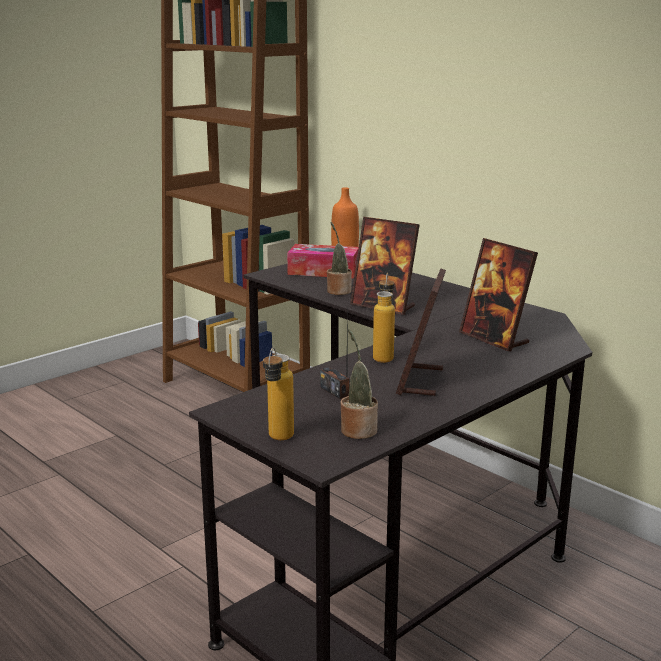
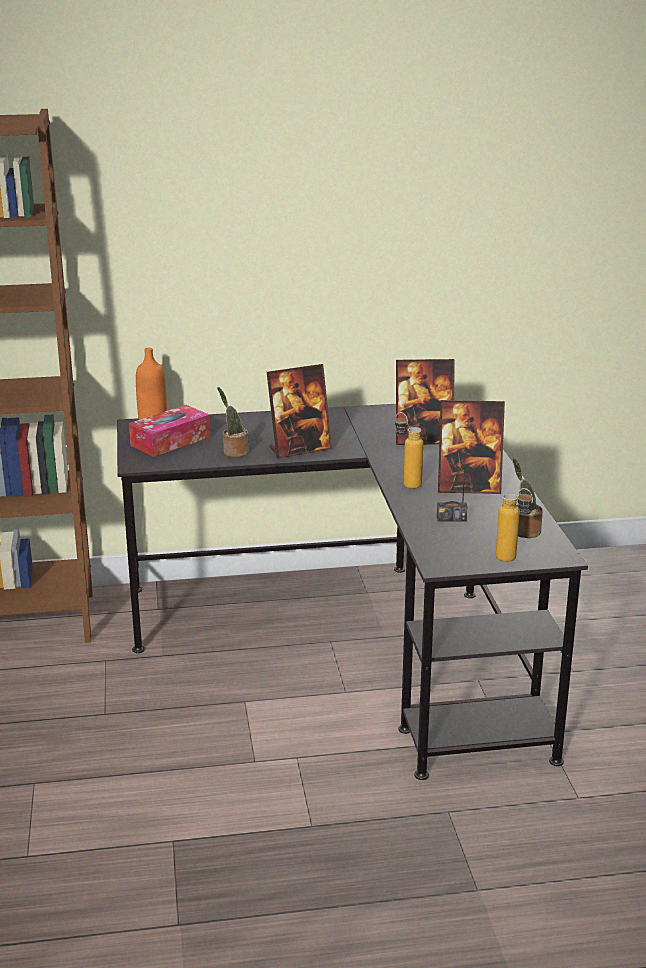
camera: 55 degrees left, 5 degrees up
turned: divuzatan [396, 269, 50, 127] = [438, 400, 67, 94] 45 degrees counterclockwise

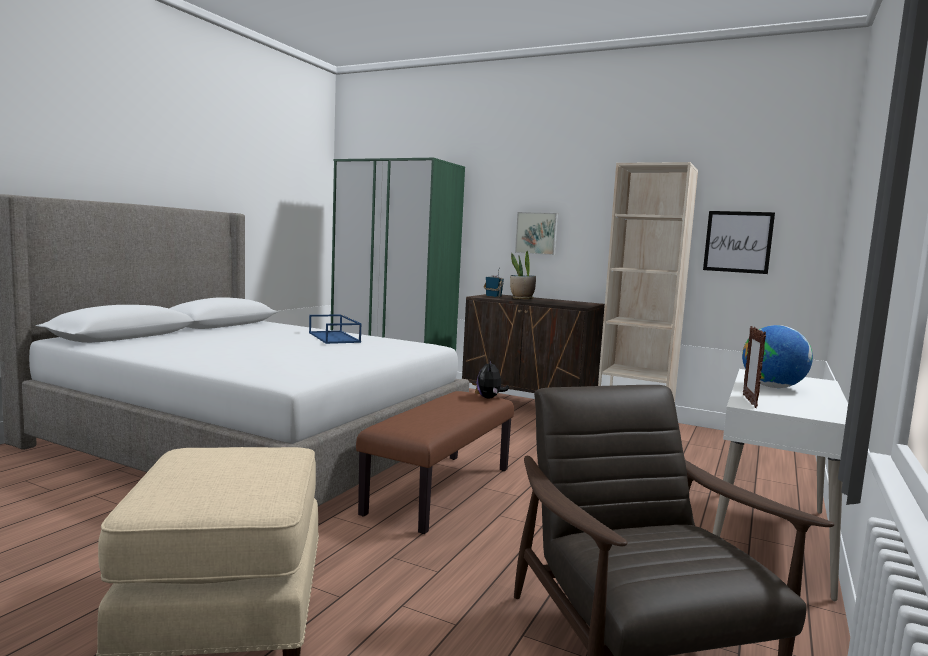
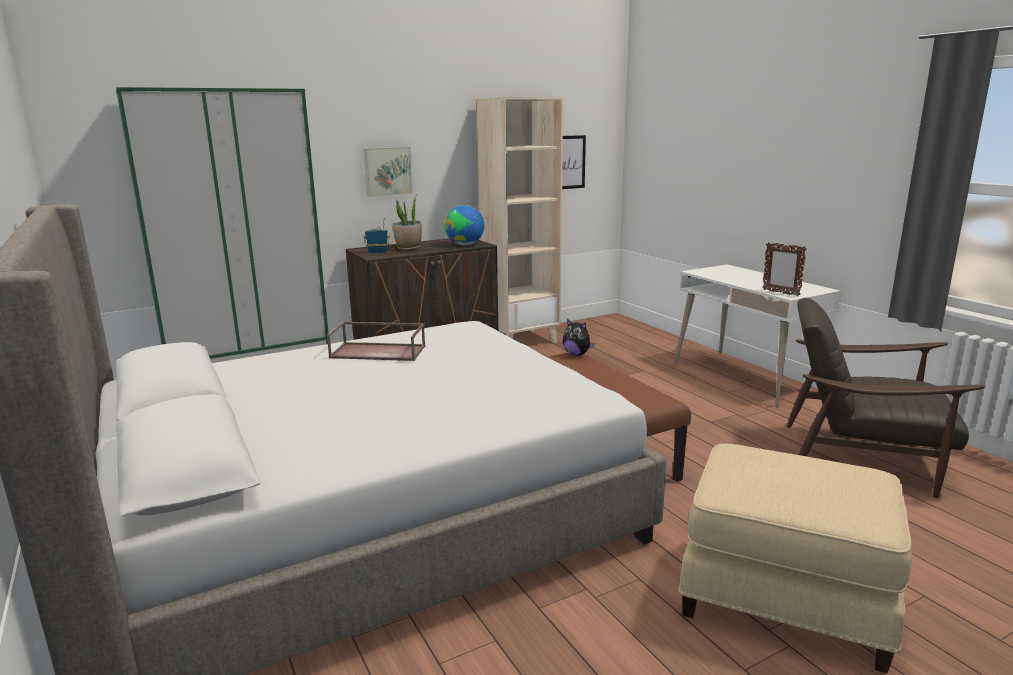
camera: 55 degrees left, 10 degrees up
moved: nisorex [742, 325, 71, 63] to [444, 205, 40, 41]
recoloured: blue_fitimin [309, 314, 53, 30] to brown_fitimin [327, 322, 99, 39]

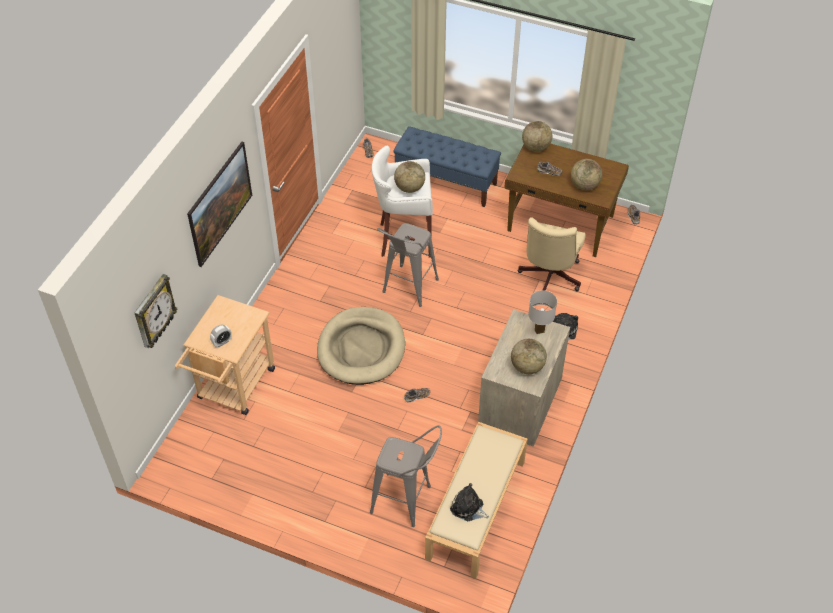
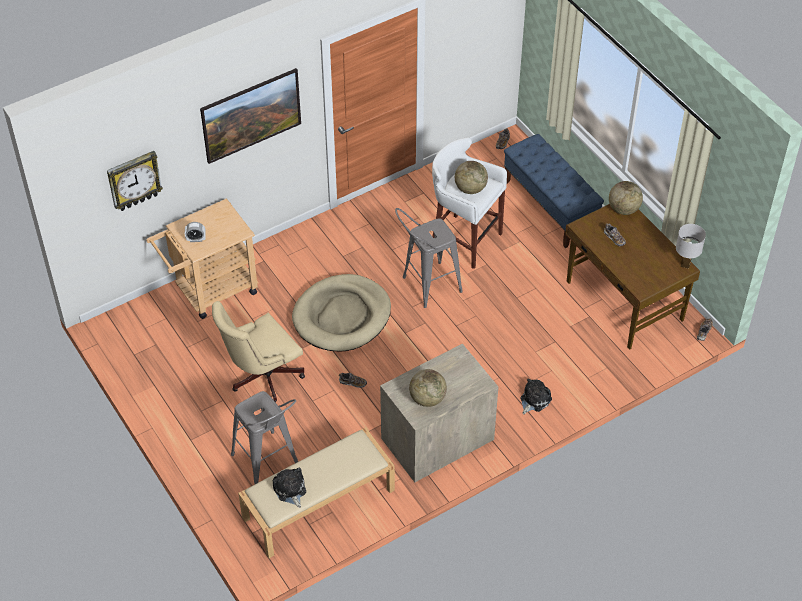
camera: 35 degrees right, 0 degrees up
removed: nisorex [571, 159, 31, 31]
moved: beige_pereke [518, 217, 68, 74] to [212, 301, 93, 102]; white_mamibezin [528, 290, 29, 44] to [676, 224, 30, 45]

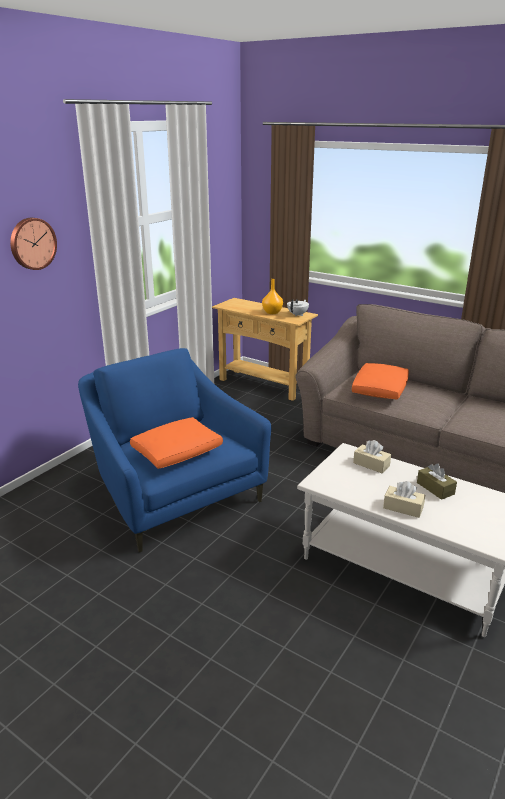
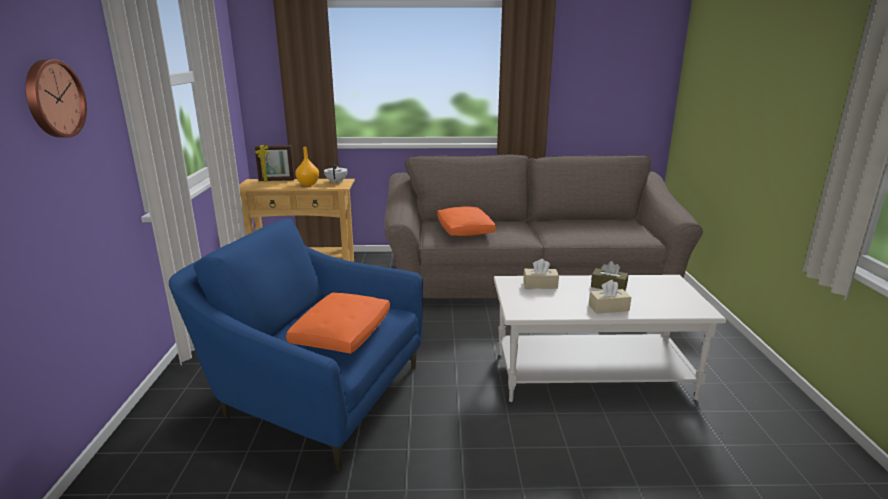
camera: 35 degrees left, 5 degrees down
added: divuzatan [255, 145, 40, 37]

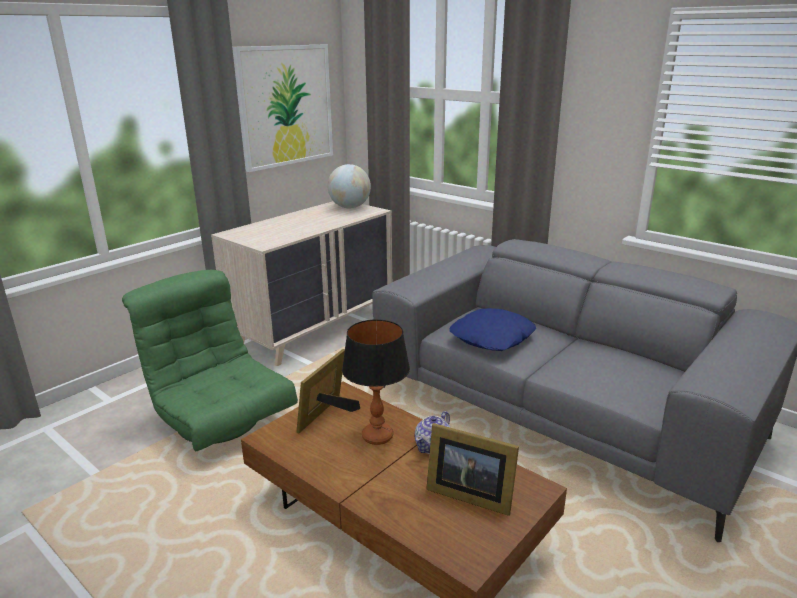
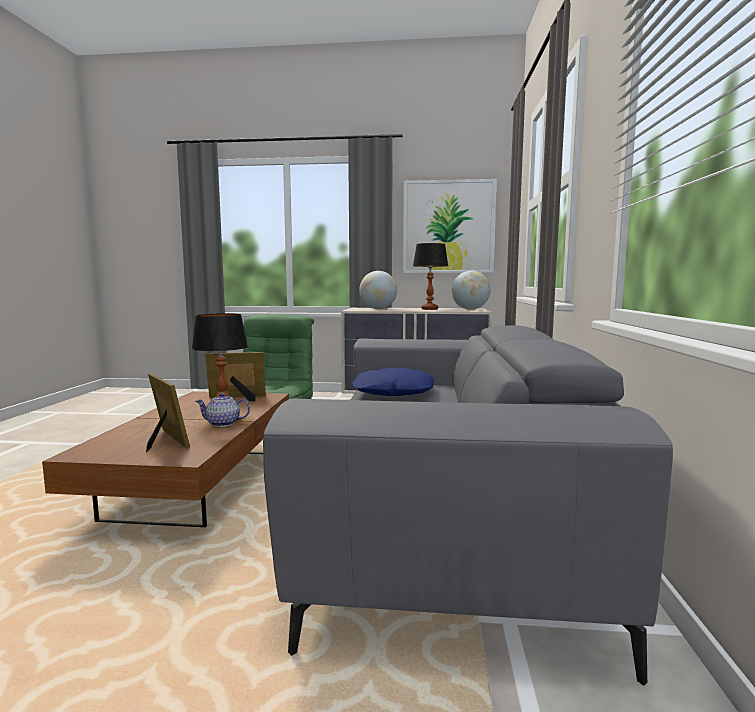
camera: 55 degrees right, 15 degrees down
added: nisorex [359, 271, 38, 38]; mamibezin [413, 243, 35, 67]
turned: divuzatan [426, 423, 93, 93] = [146, 373, 44, 79] 150 degrees clockwise

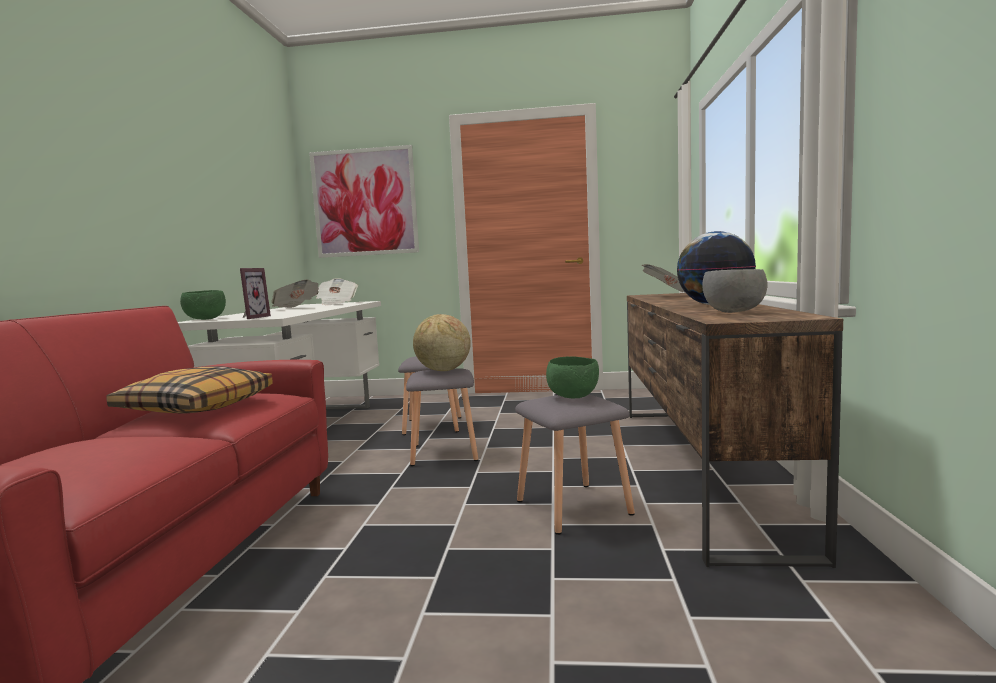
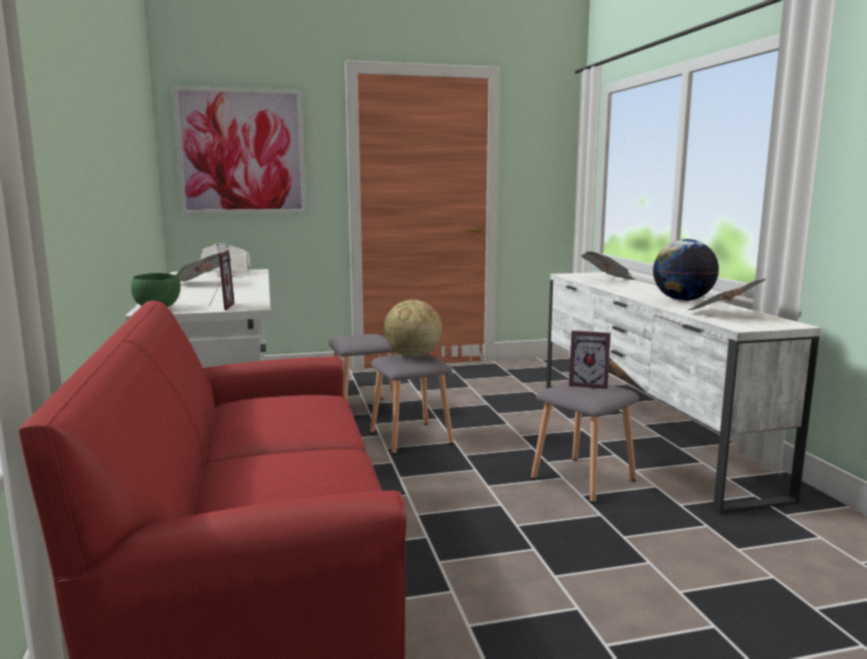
camera: 20 degrees left, 5 degrees up
removed: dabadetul [106, 366, 166, 48]
replaced: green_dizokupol [546, 356, 53, 43] to divuzatan [569, 331, 42, 58]; grey_dizokupol [702, 269, 66, 44] to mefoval [688, 277, 78, 33]
recoloured: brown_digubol [627, 293, 216, 275] to white_digubol [546, 272, 275, 242]

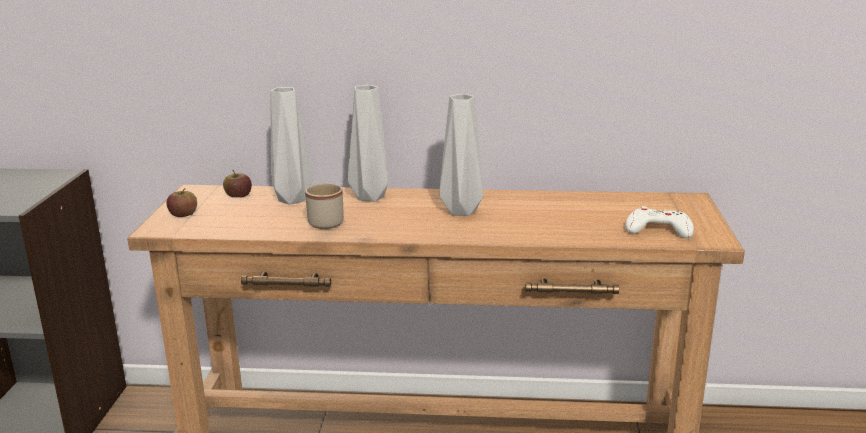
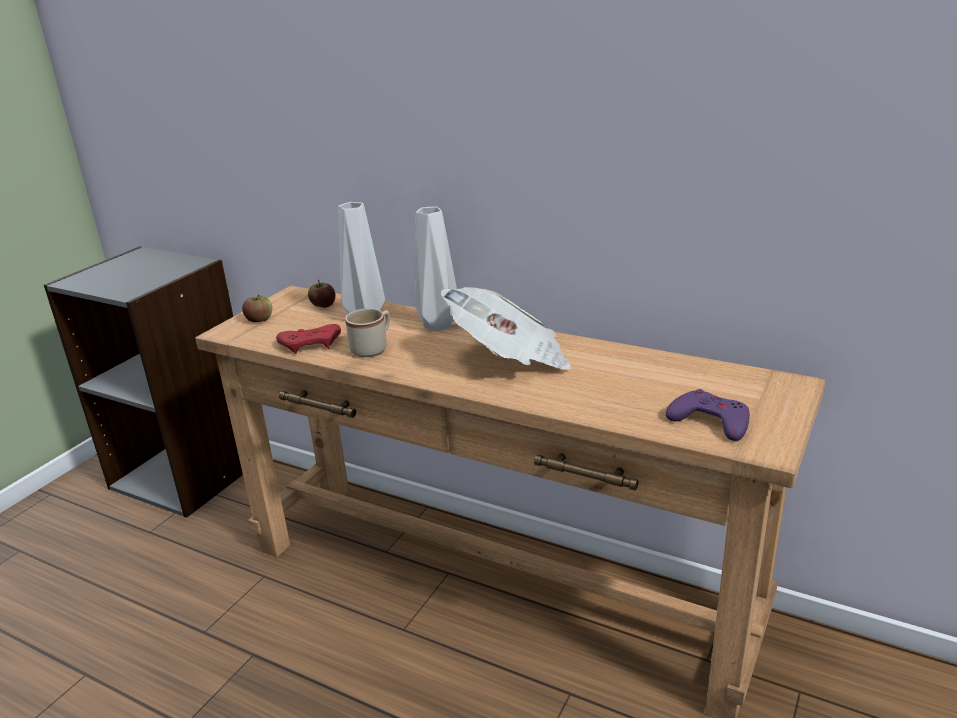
camera: 25 degrees right, 5 degrees up
added: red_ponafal [276, 324, 65, 30]
replaced: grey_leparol [439, 94, 44, 122] to mefoval [441, 287, 131, 83]
recoloured: white_ponafal [625, 206, 69, 32] to purple_ponafal [666, 389, 84, 52]

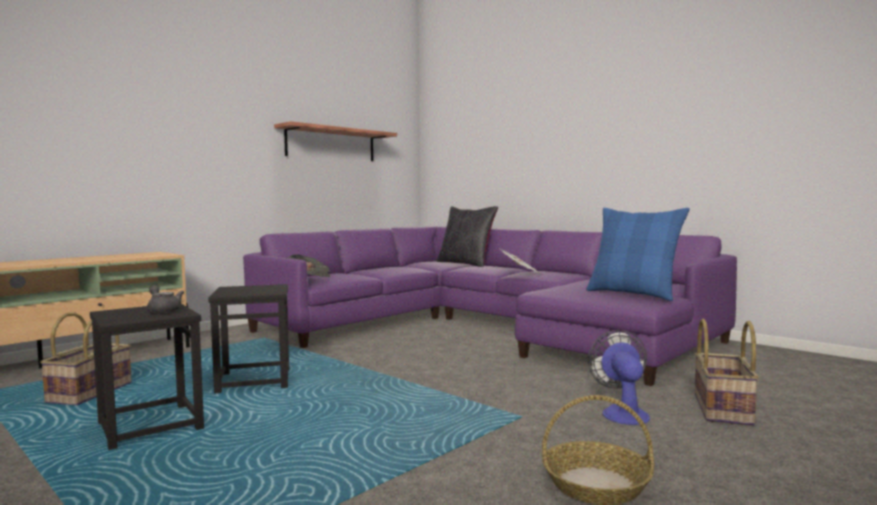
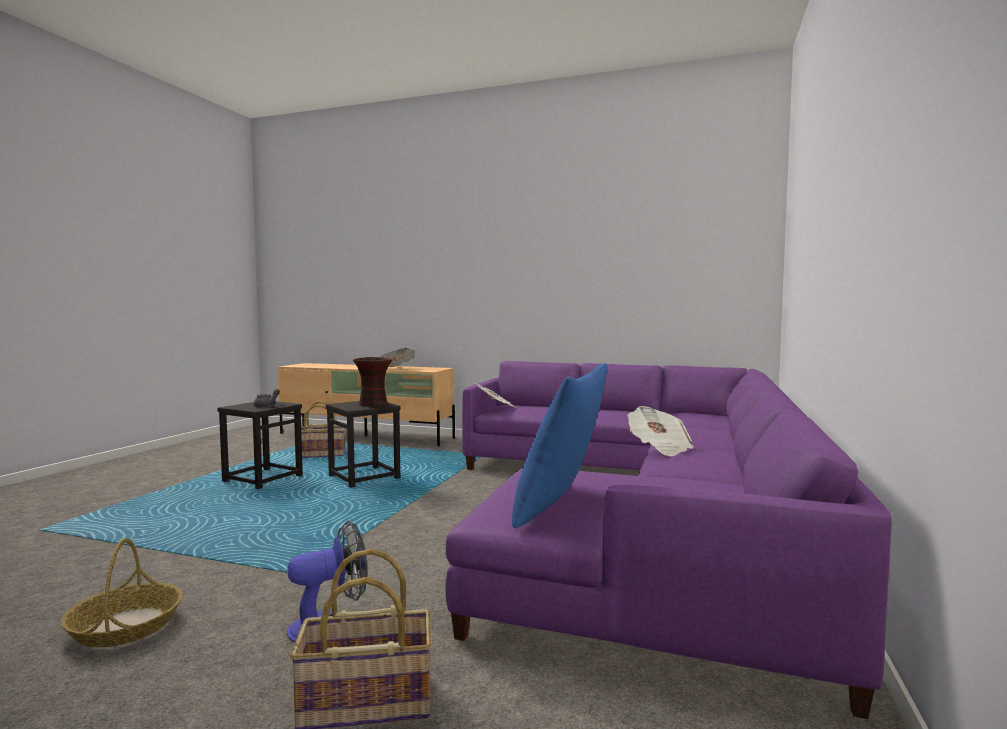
camera: 65 degrees right, 0 degrees up
removed: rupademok [274, 121, 123, 40]; black_dabadetul [437, 206, 61, 61]
added: leparol [353, 357, 40, 50]; mefoval [381, 348, 34, 19]

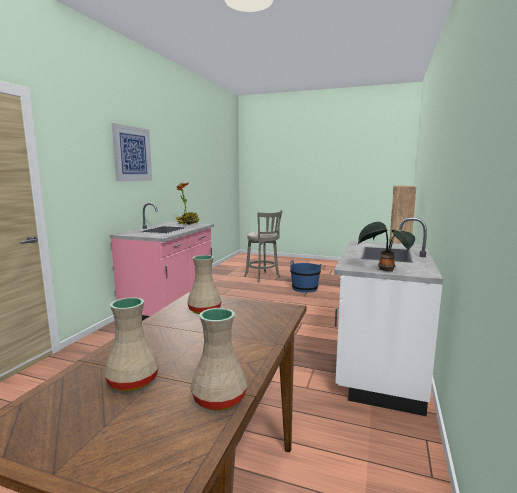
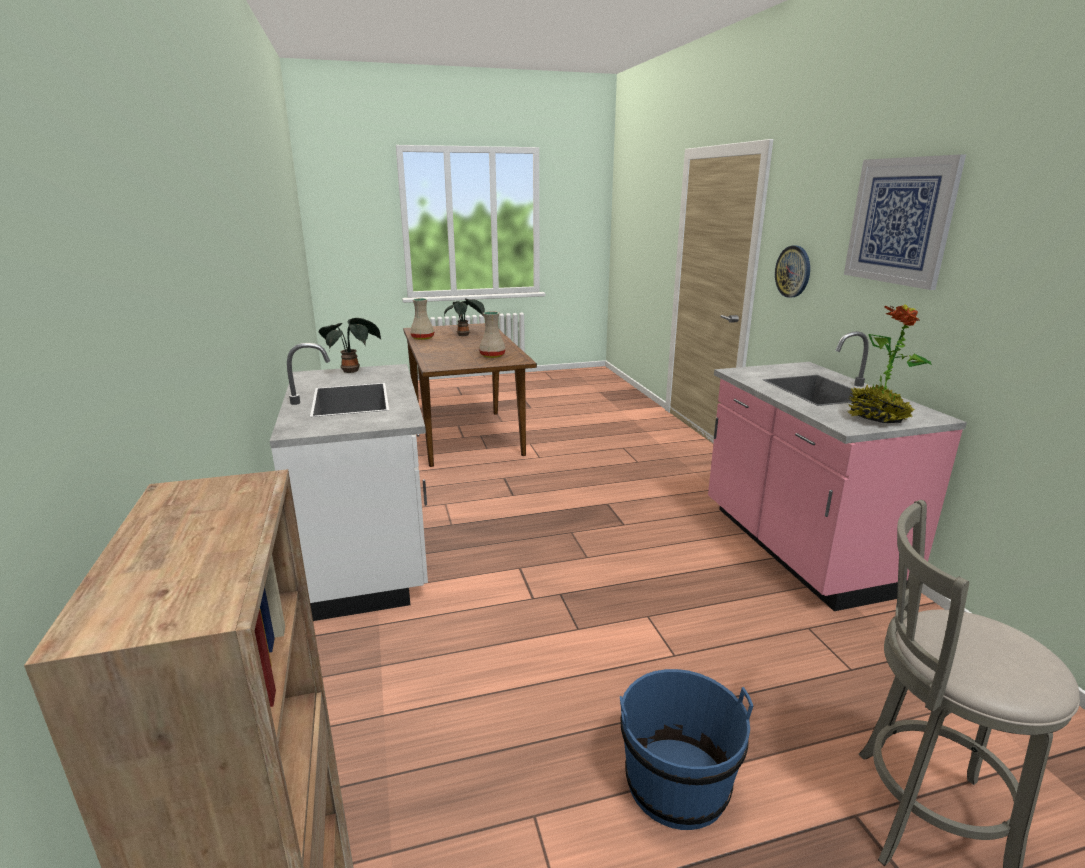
camera: 145 degrees right, 10 degrees up
added: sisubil [775, 245, 35, 53]
replaced: beige_leparol [104, 297, 55, 95] to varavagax [444, 298, 41, 38]

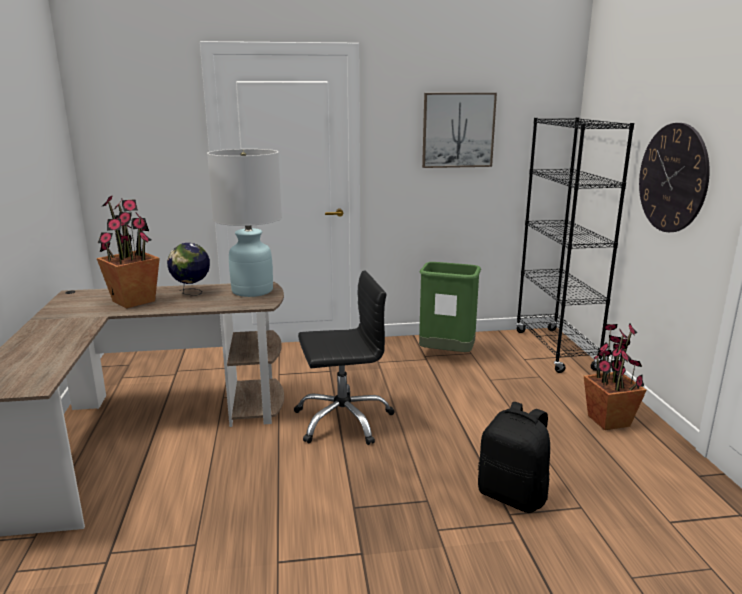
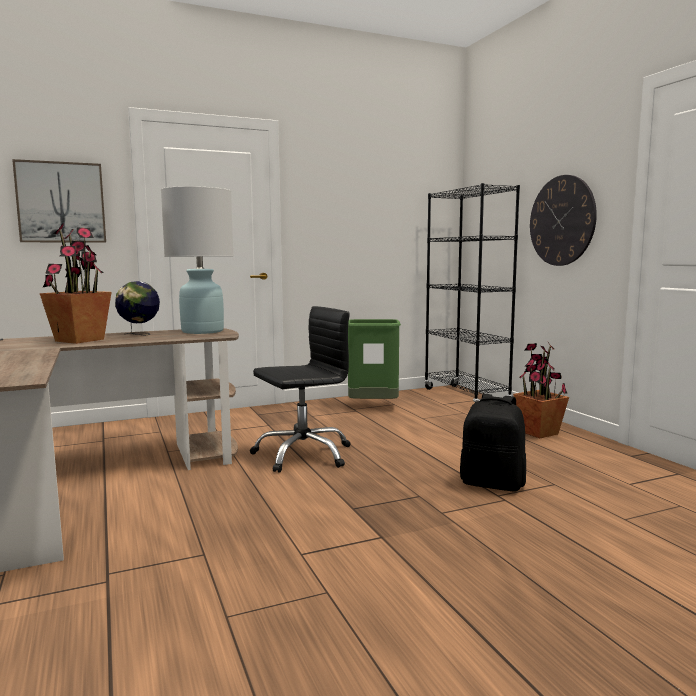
camera: 15 degrees left, 10 degrees down
moved: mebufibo [422, 93, 75, 75] to [12, 159, 94, 84]

